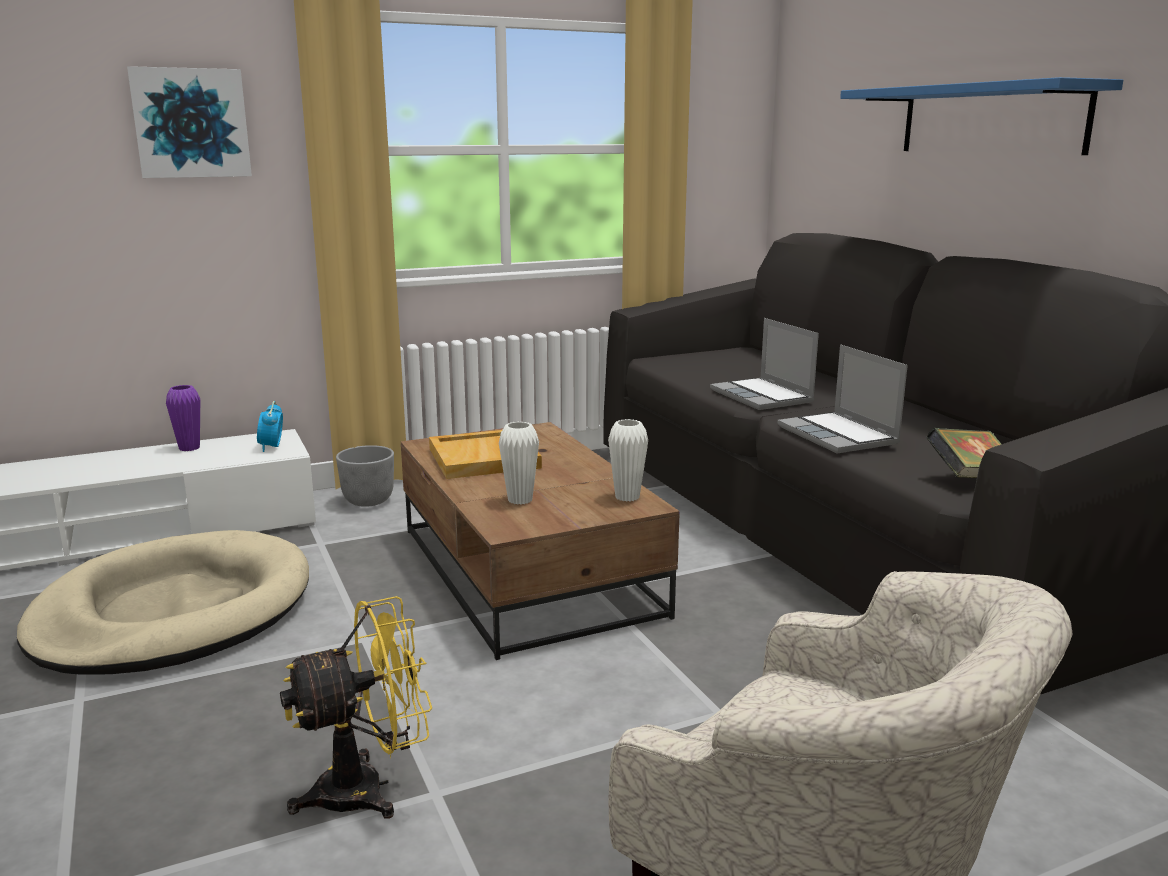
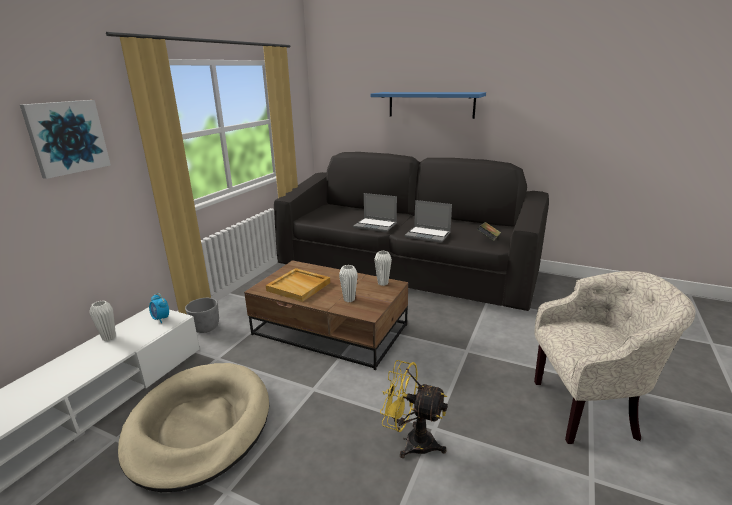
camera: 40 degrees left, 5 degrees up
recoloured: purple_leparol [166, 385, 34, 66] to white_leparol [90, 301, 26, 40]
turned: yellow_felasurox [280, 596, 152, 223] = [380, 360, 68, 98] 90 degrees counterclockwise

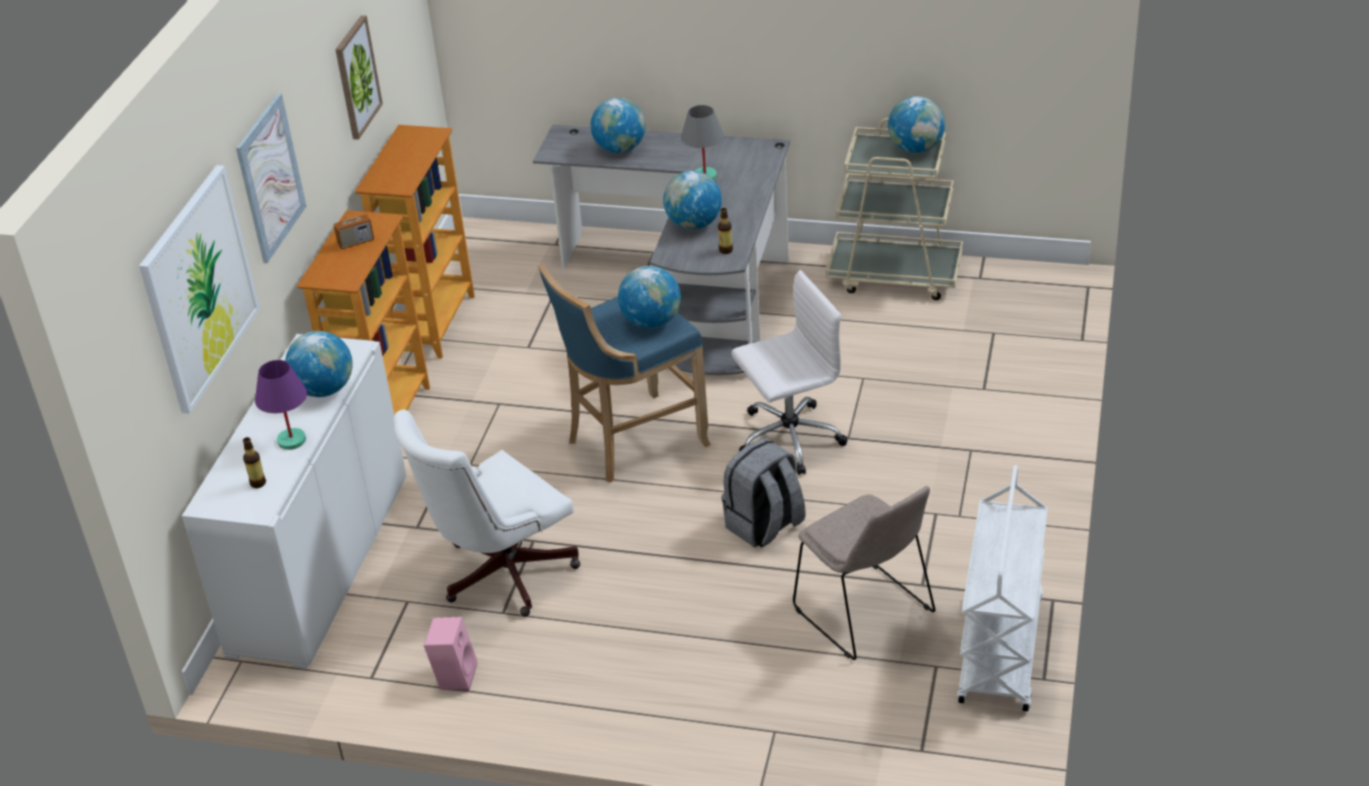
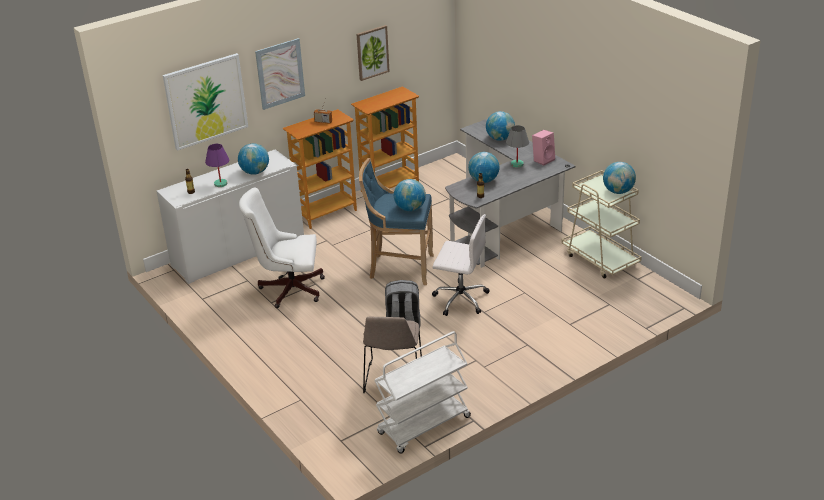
camera: 40 degrees right, 5 degrees down
moved: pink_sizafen [424, 617, 53, 74] to [532, 130, 23, 36]

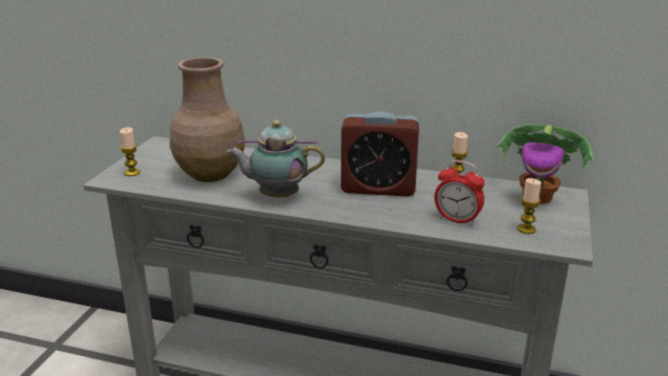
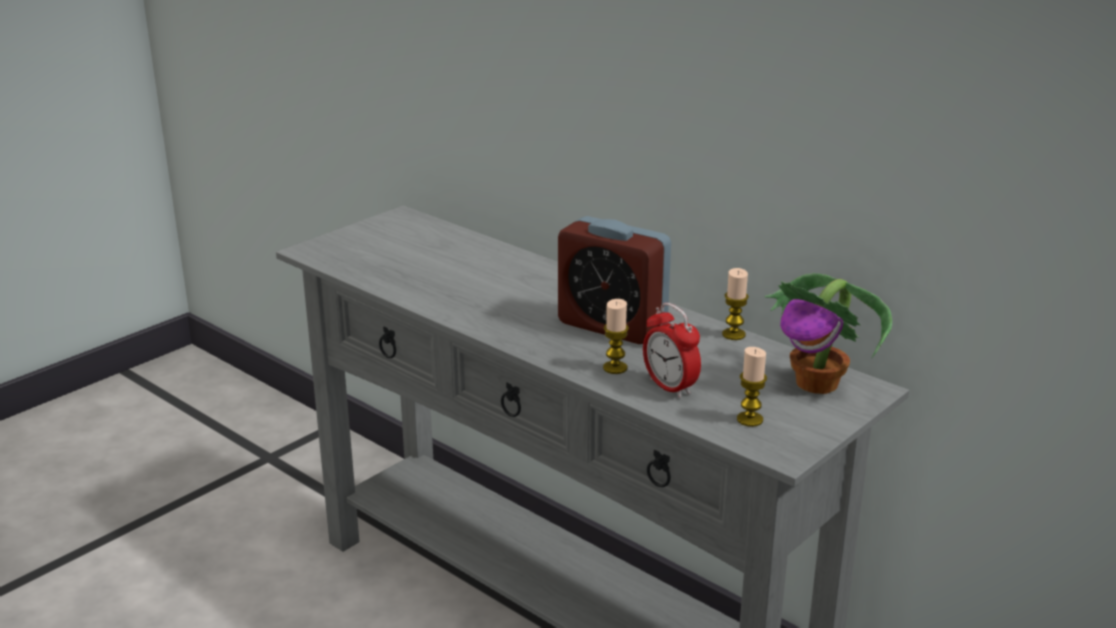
camera: 25 degrees right, 0 degrees up
removed: brown_leparol [170, 57, 75, 125]; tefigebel [227, 120, 98, 77]
moved: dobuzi [120, 127, 20, 49] to [603, 299, 26, 75]

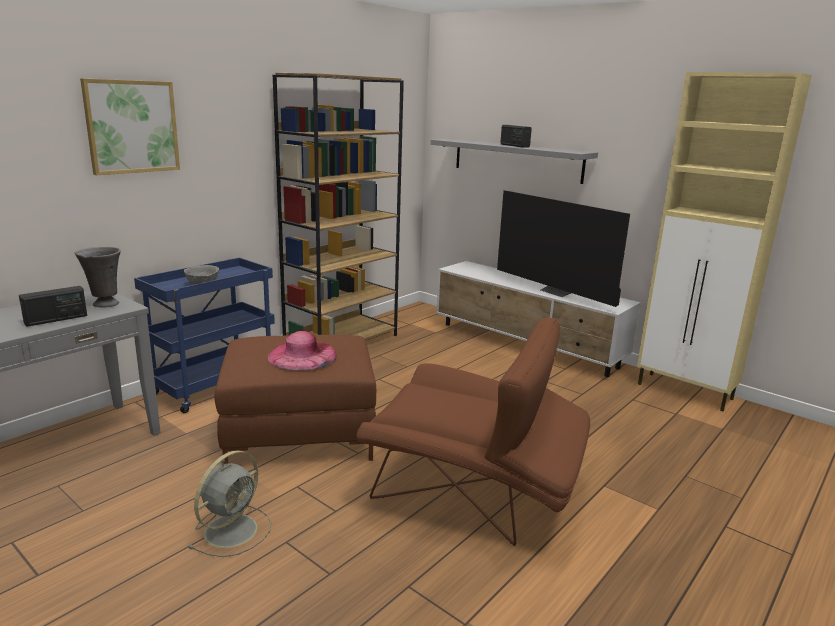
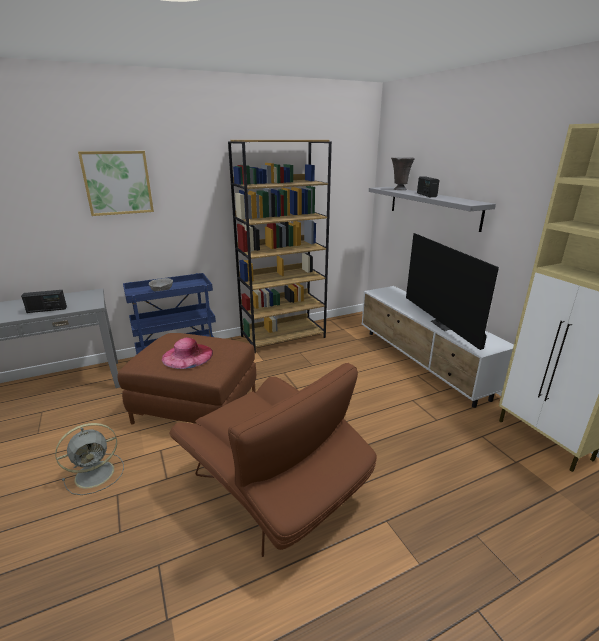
camera: 25 degrees right, 5 degrees up
moved: grey_leparol [75, 247, 46, 61] to [391, 157, 24, 33]

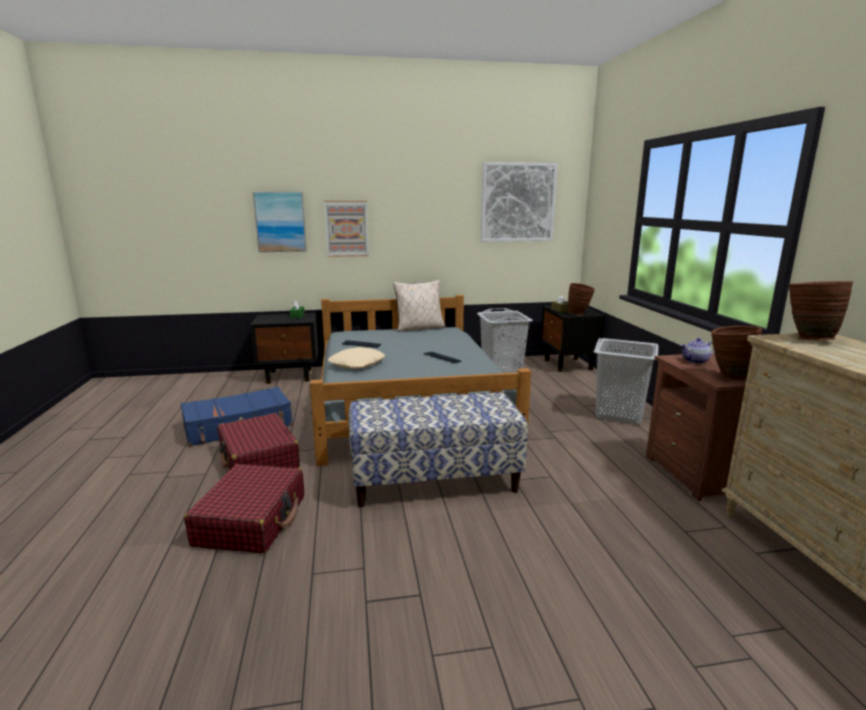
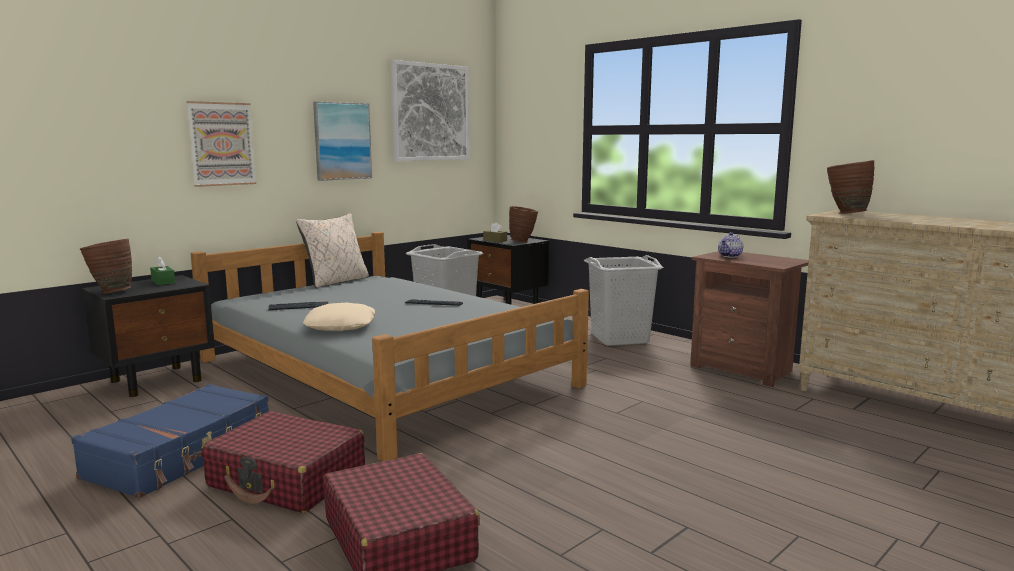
camera: 35 degrees left, 5 degrees down
removed: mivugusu [349, 392, 179, 115]
moved: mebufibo [253, 192, 54, 60] to [313, 101, 59, 80]; brown_leparol [711, 326, 51, 55] to [80, 239, 52, 55]

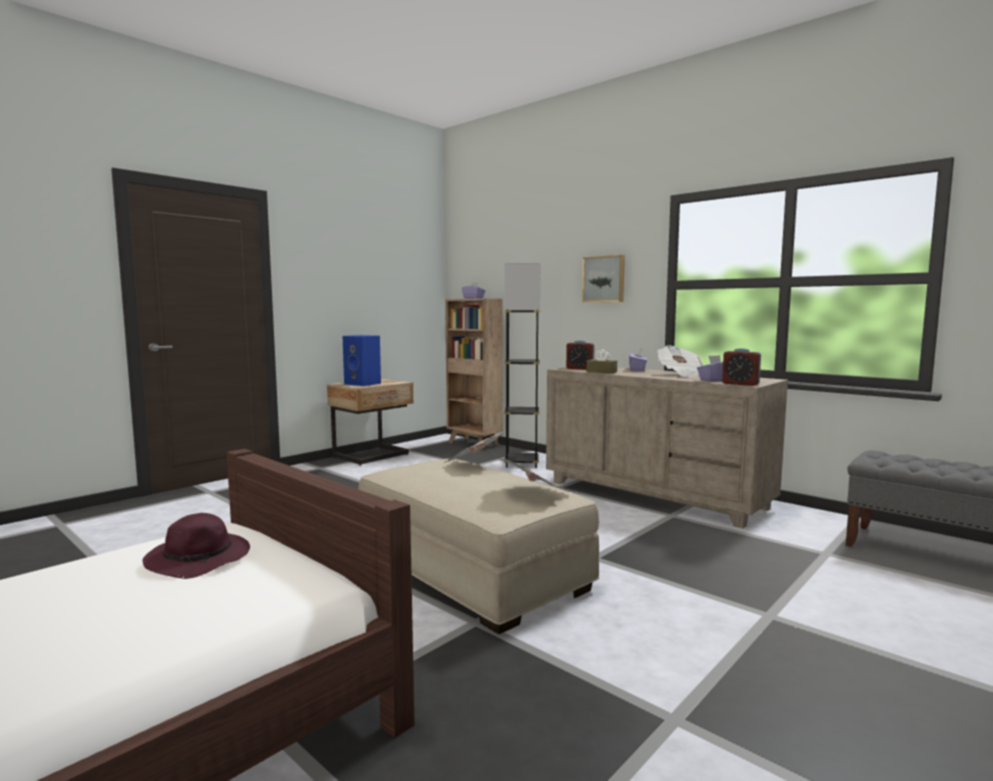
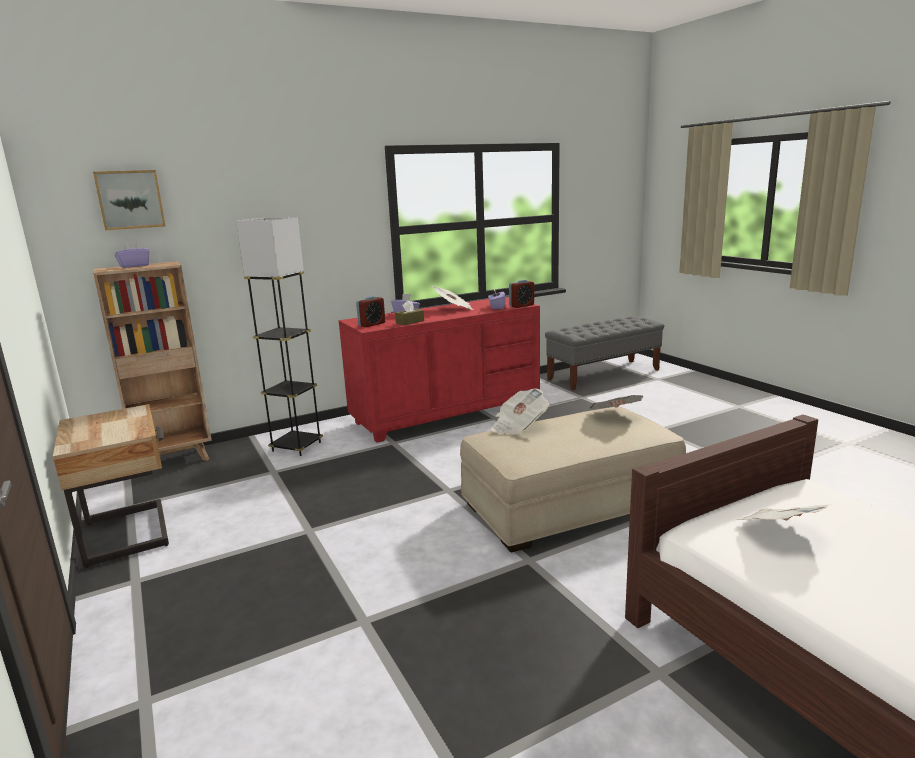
camera: 70 degrees left, 10 degrees up
removed: blue_sizafen [343, 335, 38, 51]
moved: mebufibo [582, 255, 43, 47] to [93, 170, 72, 60]
replaced: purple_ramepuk [142, 513, 108, 66] to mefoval [737, 504, 96, 17]
recoloured: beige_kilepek [546, 367, 242, 161] to red_kilepek [338, 297, 202, 146]

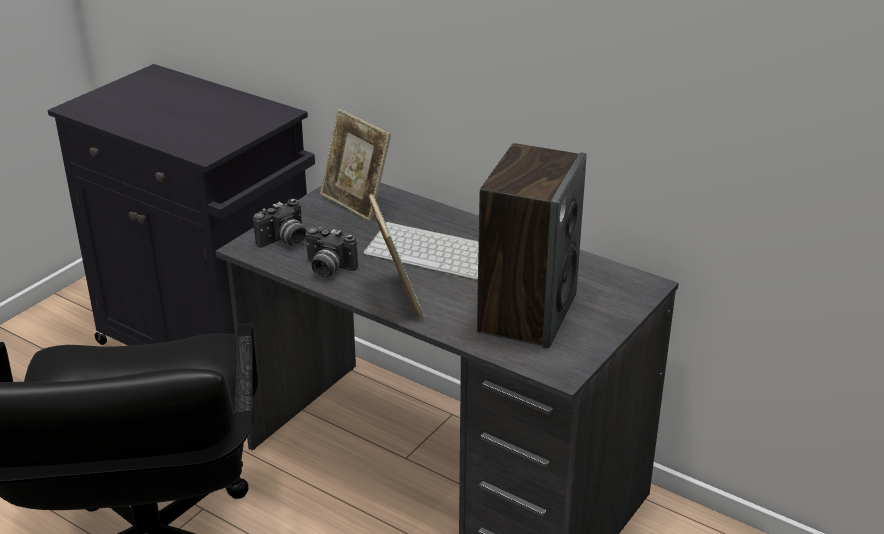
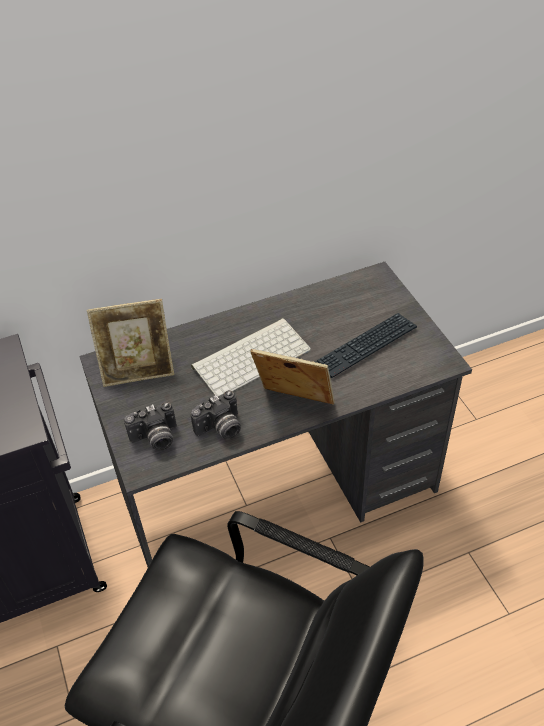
camera: 55 degrees left, 15 degrees up
replaced: sizafen [477, 143, 109, 206] to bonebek [315, 313, 102, 65]
turned: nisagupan [253, 199, 53, 49] = [124, 402, 53, 49] 75 degrees clockwise

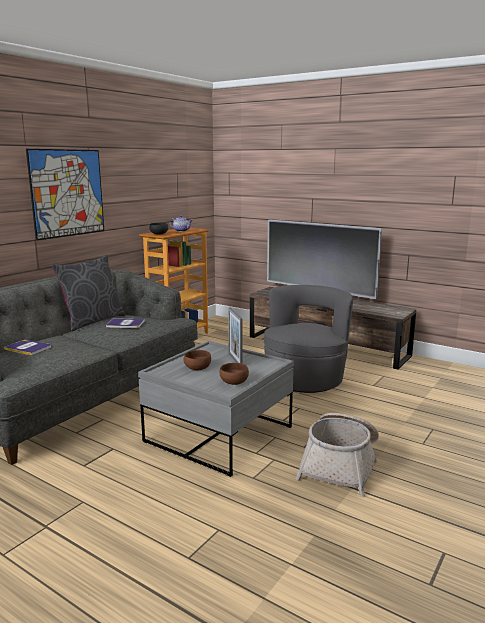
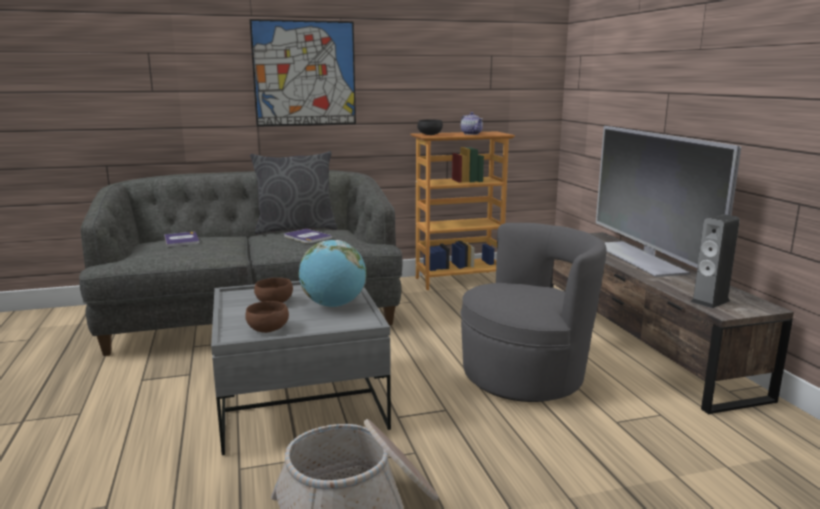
camera: 40 degrees right, 0 degrees up
added: sizafen [691, 214, 49, 94]
replaced: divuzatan [228, 308, 15, 56] to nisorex [299, 240, 67, 67]

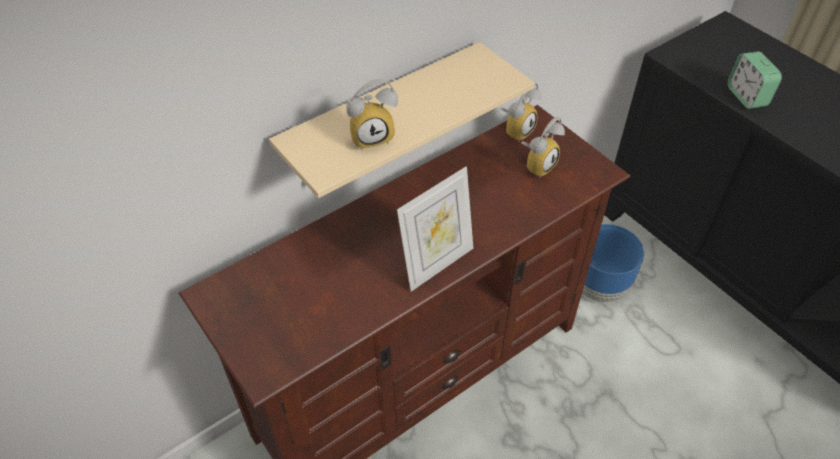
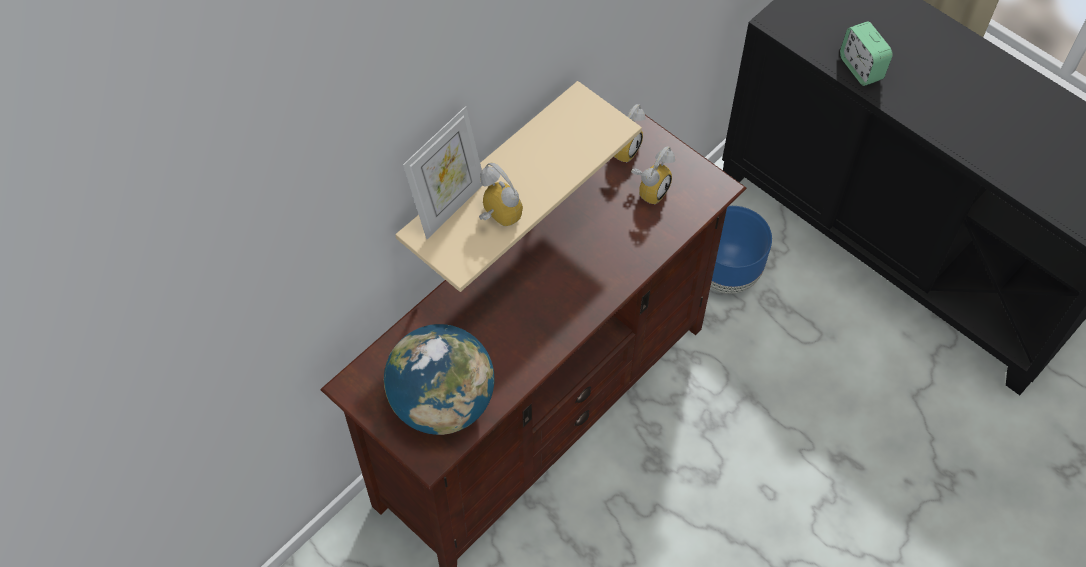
camera: 10 degrees left, 10 degrees up
added: nisorex [384, 324, 110, 111]
moved: divuzatan [397, 166, 76, 126] to [403, 106, 79, 133]
turned: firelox [346, 79, 52, 71] = [479, 163, 44, 64] 105 degrees counterclockwise

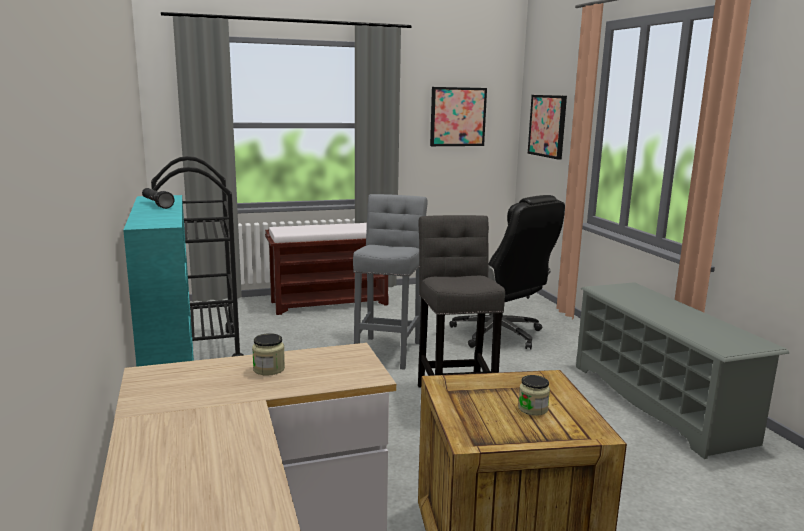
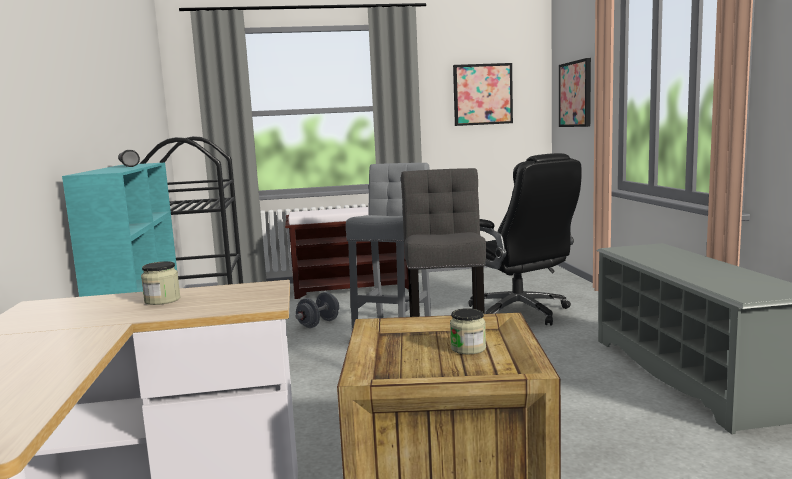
camera: 10 degrees right, 5 degrees down
added: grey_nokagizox [296, 292, 43, 36]

